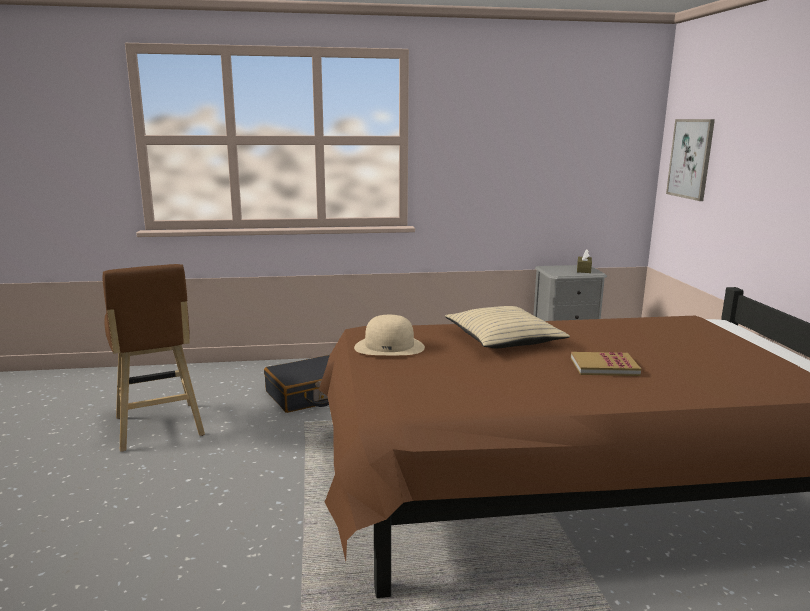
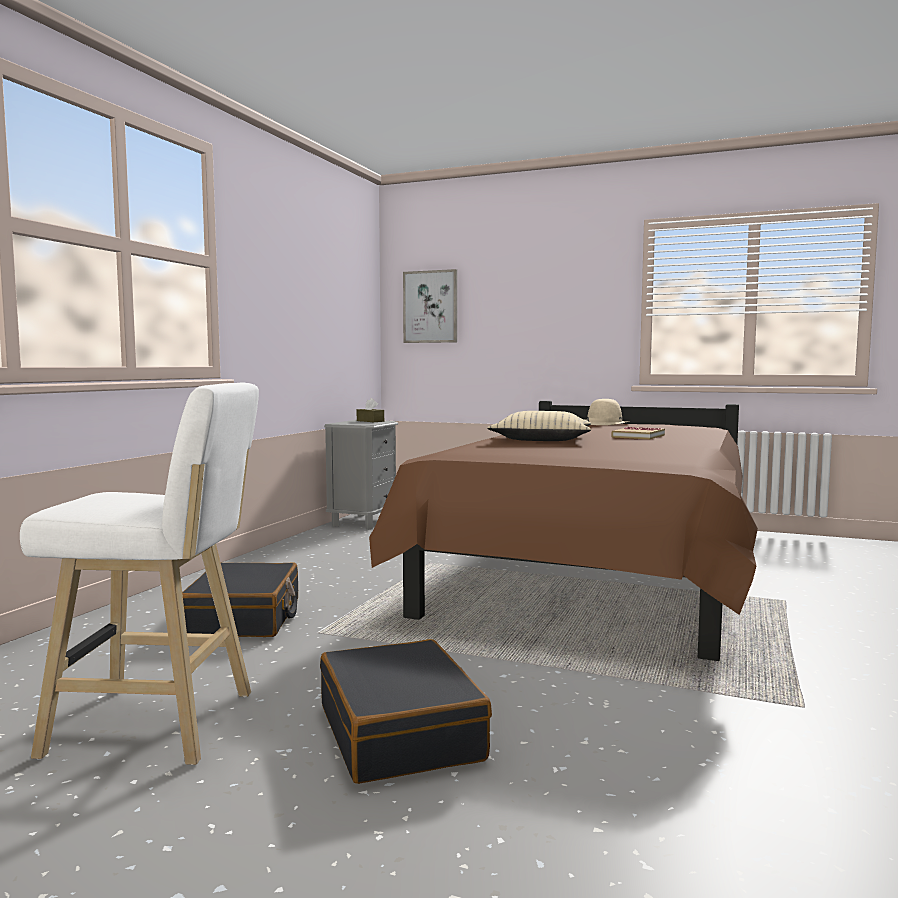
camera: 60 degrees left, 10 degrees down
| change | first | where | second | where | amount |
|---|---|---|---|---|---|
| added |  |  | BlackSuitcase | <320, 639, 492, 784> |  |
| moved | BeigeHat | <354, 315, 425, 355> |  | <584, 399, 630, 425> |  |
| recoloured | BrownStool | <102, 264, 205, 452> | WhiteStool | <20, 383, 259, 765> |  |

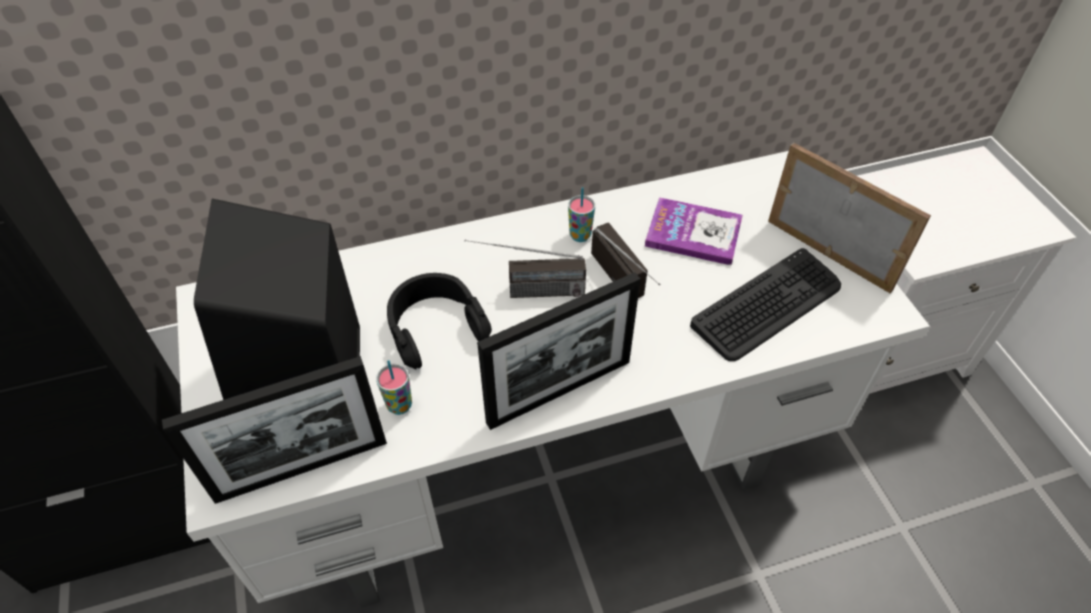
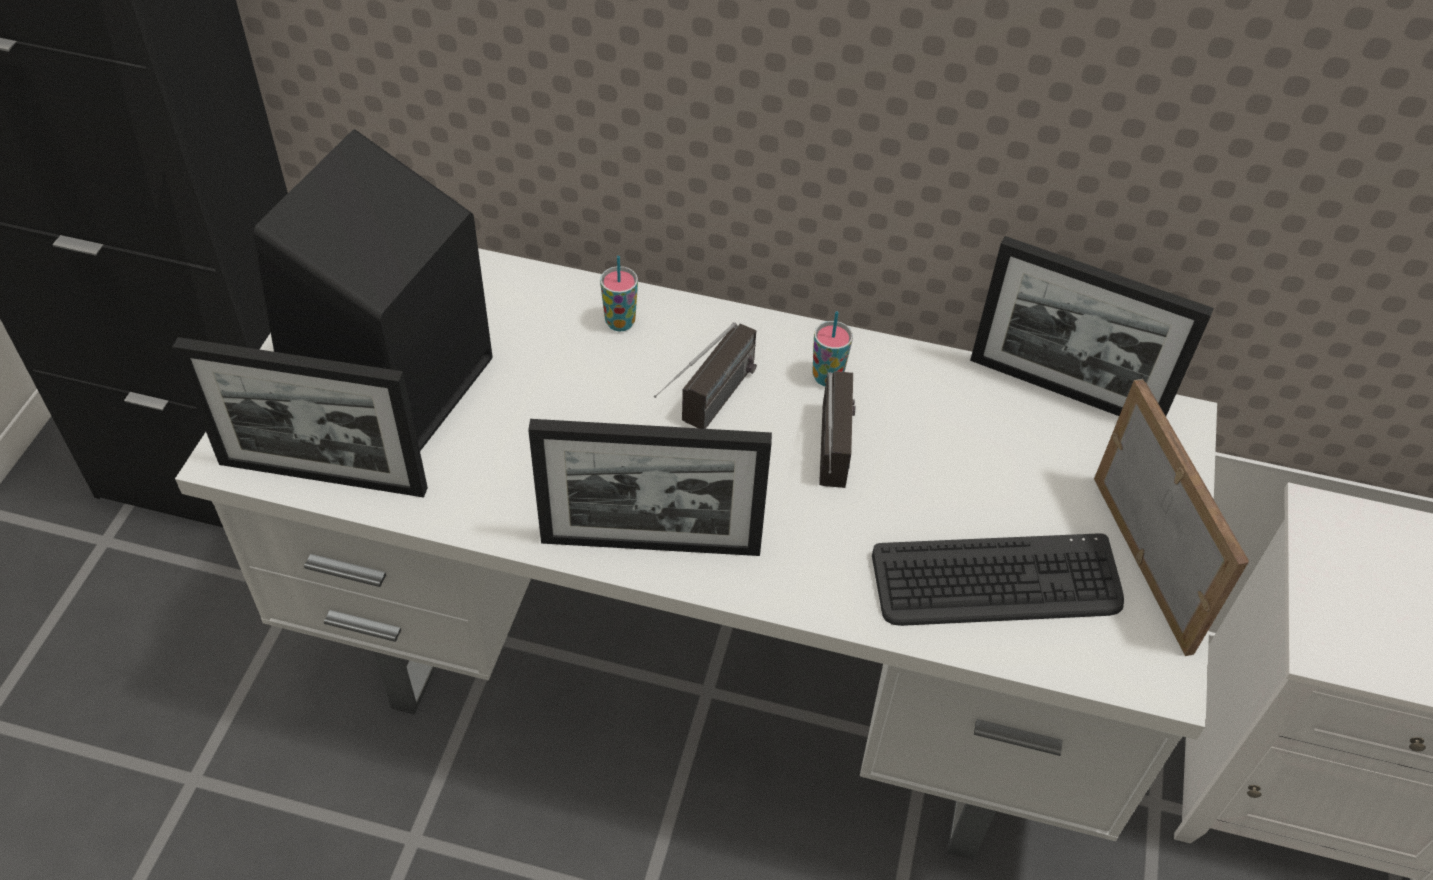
camera: 30 degrees right, 0 degrees up
| change | first | where | second | where | amount |
|---|---|---|---|---|---|
| removed | BlackHeadphones | <387, 273, 492, 369> |  |  |  |
| removed | Book | <645, 197, 743, 265> |  |  |  |
| added |  |  | PictureFrame | <970, 236, 1214, 416> |  |
| moved | Cup | <376, 360, 412, 415> |  | <600, 256, 638, 331> |  |
| turned | Radio | <465, 240, 586, 298> |  | <654, 322, 757, 429> | 90 degrees counterclockwise |

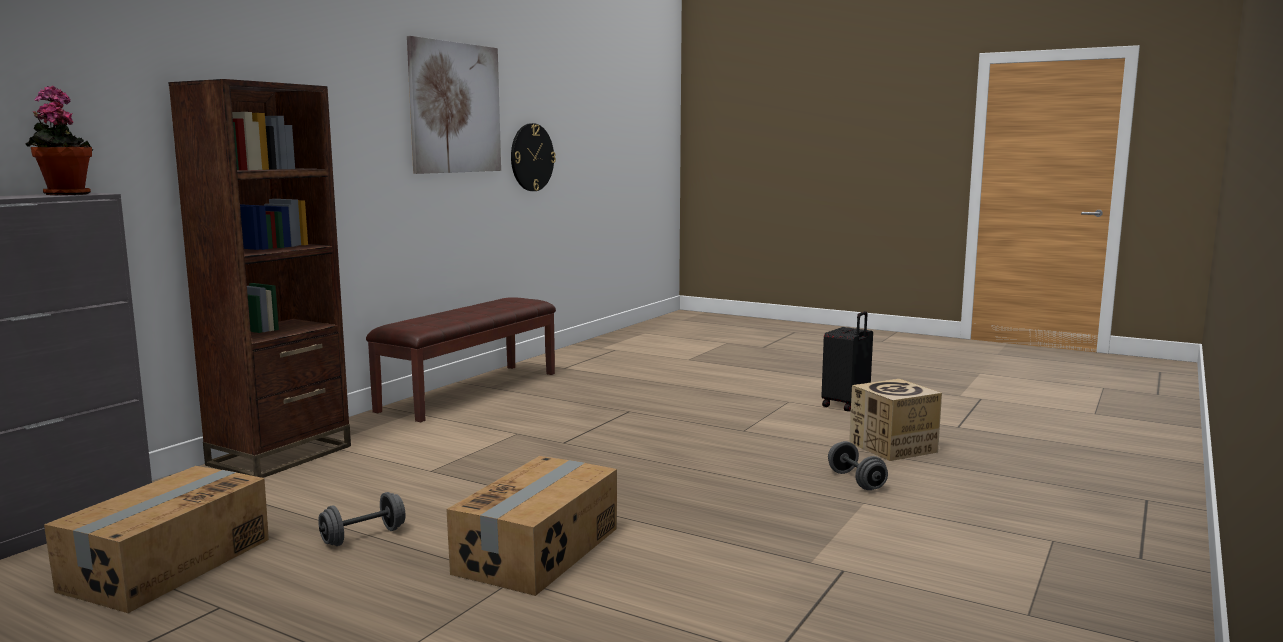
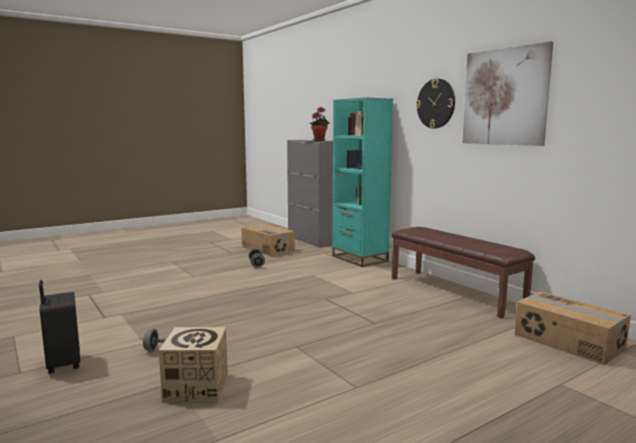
camera: 115 degrees right, 0 degrees up
| change | first | where | second | where | amount |
|---|---|---|---|---|---|
| moved | CardboardBox | <446, 456, 617, 596> |  | <515, 292, 631, 365> |  |
| moved | WallClock | <511, 123, 556, 191> |  | <416, 79, 455, 129> |  |
| moved | BlackSuitcase | <821, 311, 873, 411> |  | <39, 280, 80, 374> |  |
| recoloured | BrownBookcase | <168, 79, 351, 478> | TurquoiseBookcase | <332, 97, 393, 267> |  |

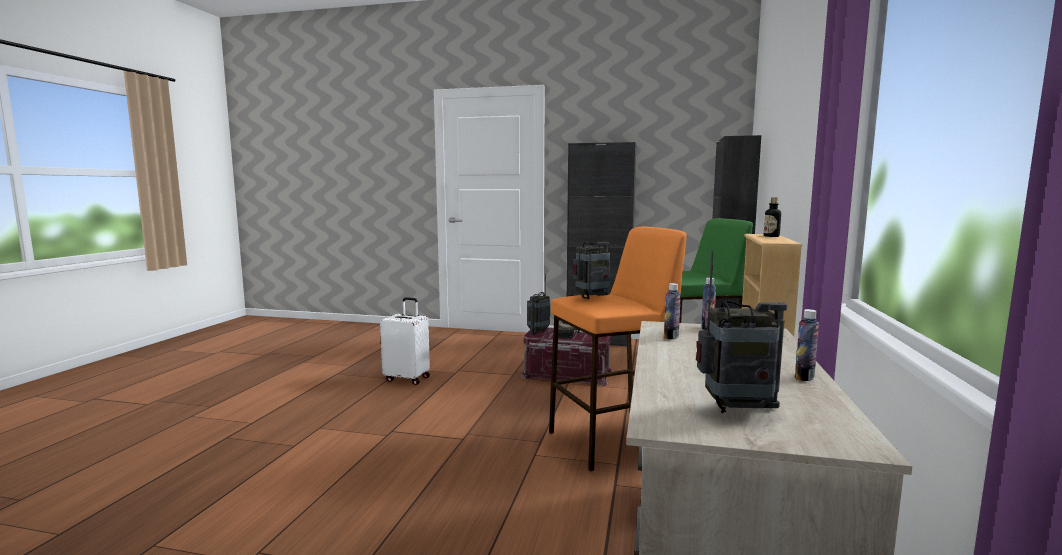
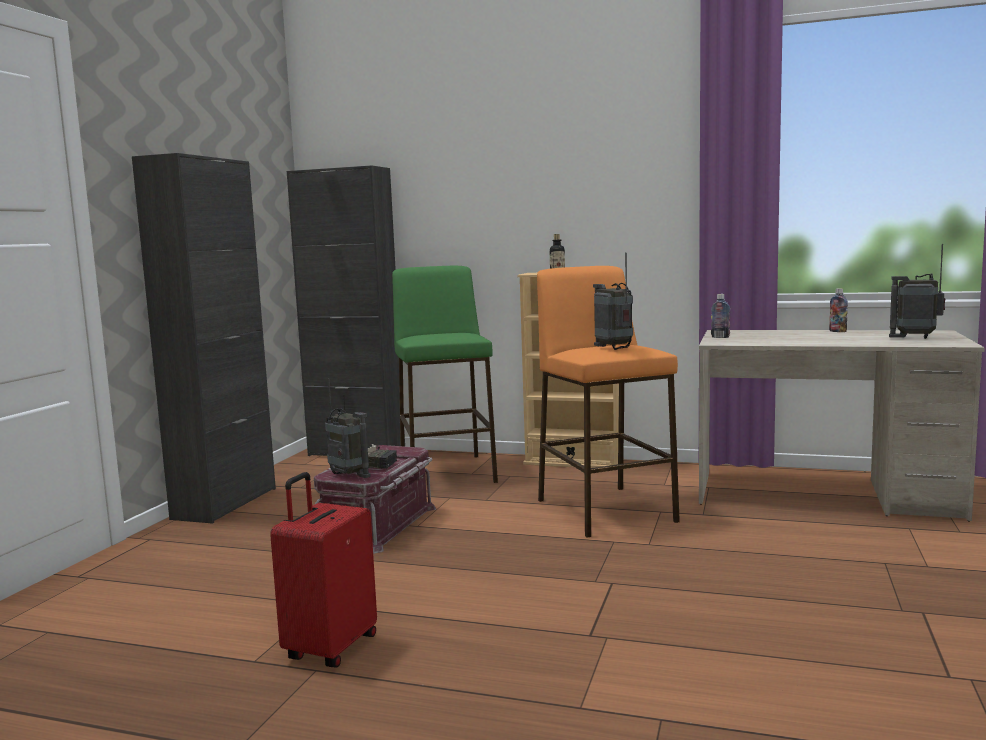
camera: 85 degrees left, 0 degrees up
| change | first | where | second | where | amount |
|---|---|---|---|---|---|
| removed | Bottle | <664, 283, 681, 340> |  |  |  |
| recoloured | WhiteSuitcase | <380, 297, 430, 385> | RedSuitcase | <270, 472, 377, 667> |  |
| turned | Radio | <696, 250, 787, 413> |  | <889, 244, 945, 339> | 75 degrees counterclockwise |

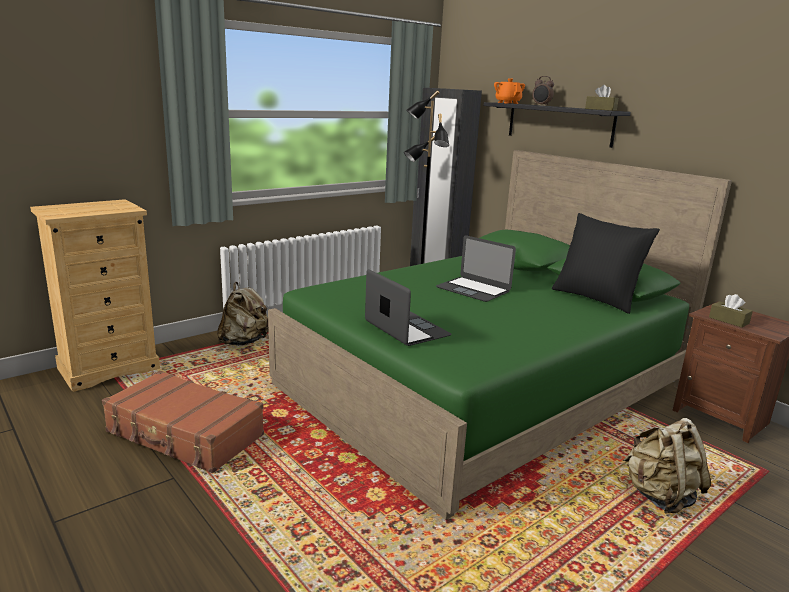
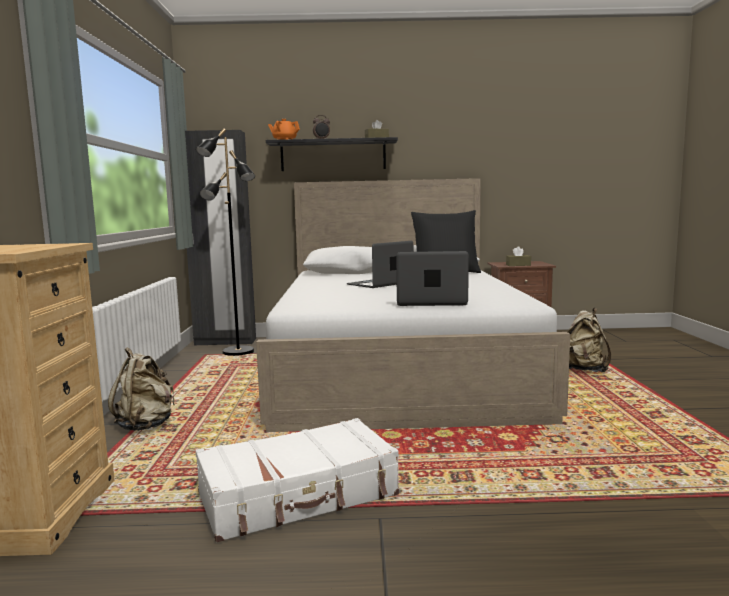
camera: 50 degrees left, 10 degrees down
| change | first | where | second | where | amount |
|---|---|---|---|---|---|
| recoloured | BrownSuitcase | <102, 371, 264, 473> | WhiteSuitcase | <195, 418, 399, 542> |  |
| recoloured | GreenBed | <268, 150, 732, 520> | WhiteBed | <256, 178, 570, 432> |  |
| turned | Laptop | <436, 235, 516, 302> |  | <347, 241, 413, 288> | 150 degrees clockwise |

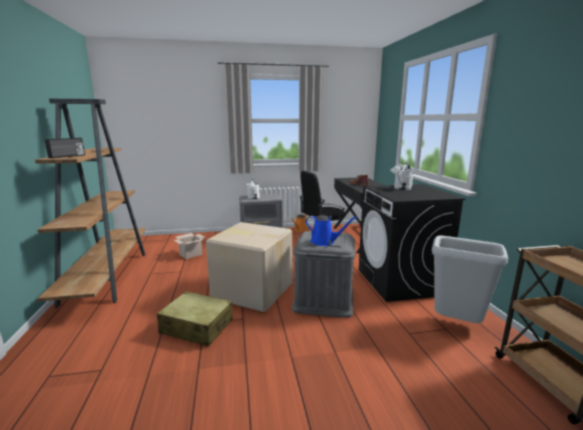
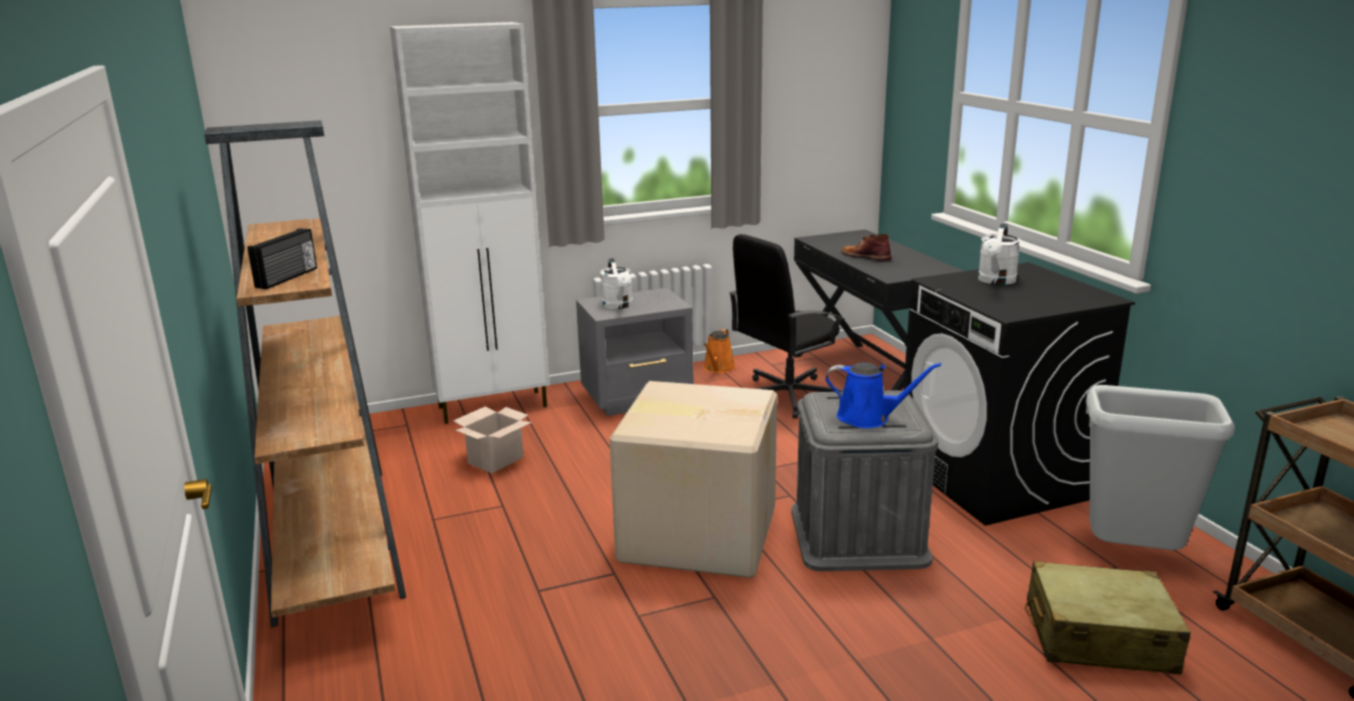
camera: 10 degrees left, 5 degrees up
| change | first | where | second | where | amount |
|---|---|---|---|---|---|
| added |  |  | WhiteCabinet | <390, 22, 550, 424> |  |
| moved | BeigeSuitcase | <157, 291, 233, 346> |  | <1025, 561, 1191, 674> |  |

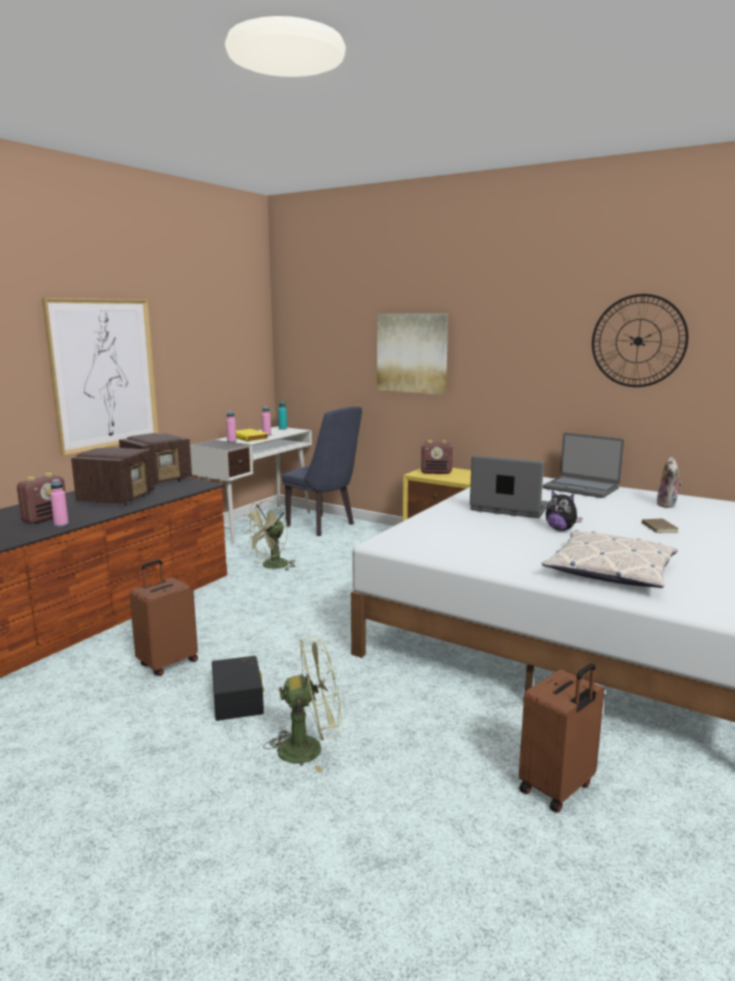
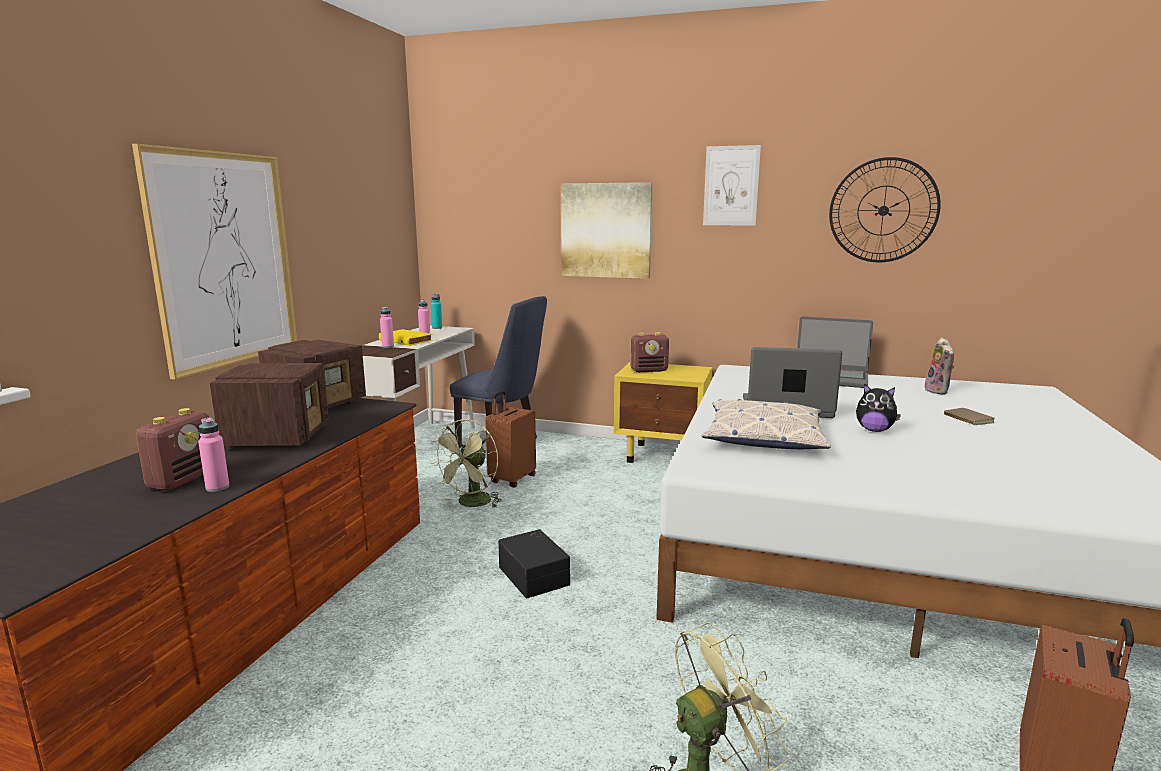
camera: 15 degrees left, 0 degrees up
| change | first | where | second | where | amount |
|---|---|---|---|---|---|
| added |  |  | Picture | <703, 145, 761, 226> |  |
| moved | BrownSuitcase | <129, 560, 198, 676> |  | <485, 390, 536, 487> |  |
| moved | BlackStorageBox | <212, 656, 265, 721> |  | <498, 529, 570, 598> |  |
| moved | Pillow | <541, 530, 678, 588> |  | <702, 399, 831, 449> |  |

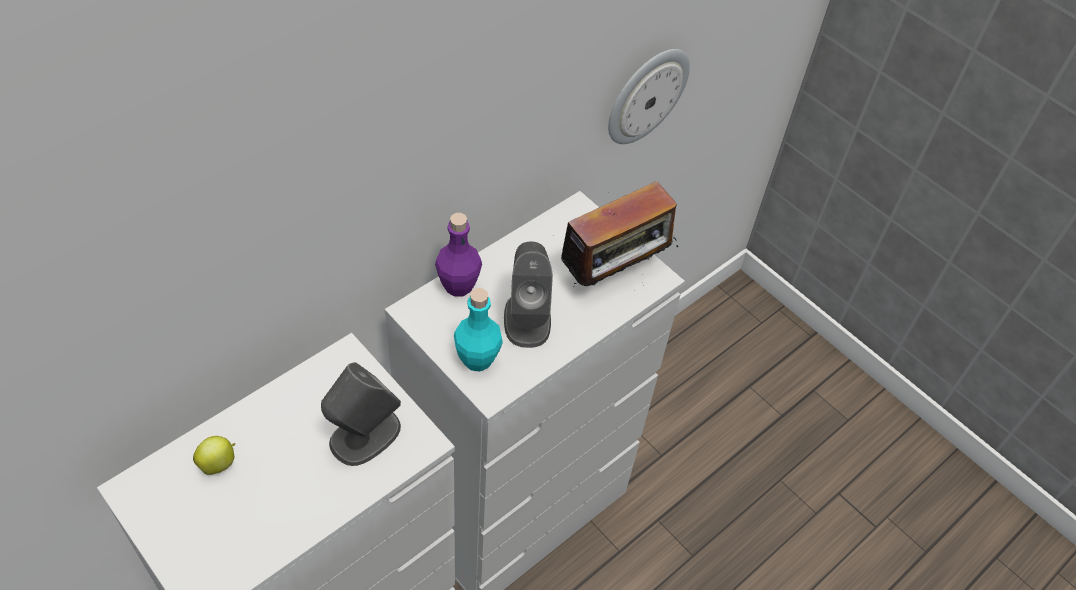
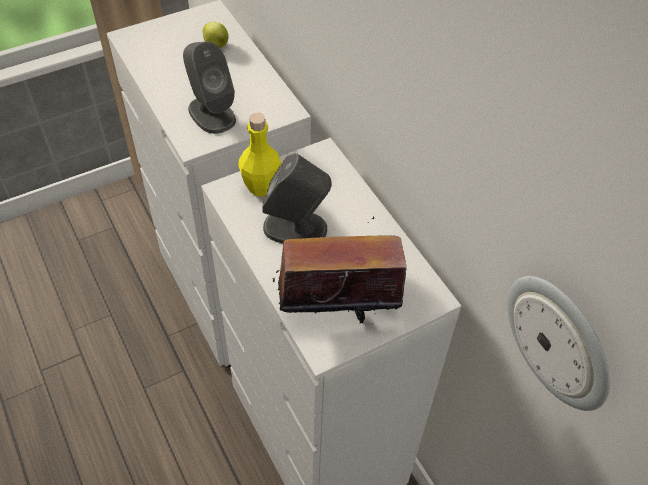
camera: 105 degrees right, 0 degrees up
| change | first | where | second | where | amount |
|---|---|---|---|---|---|
| removed | PurpleBottle | <435, 213, 482, 297> |  |  |  |
| recoloured | TurquoiseBottle | <454, 288, 503, 372> | YellowBottle | <238, 113, 281, 197> |  |
| turned | Radio | <553, 181, 678, 287> |  | <272, 216, 418, 323> | 105 degrees clockwise |

